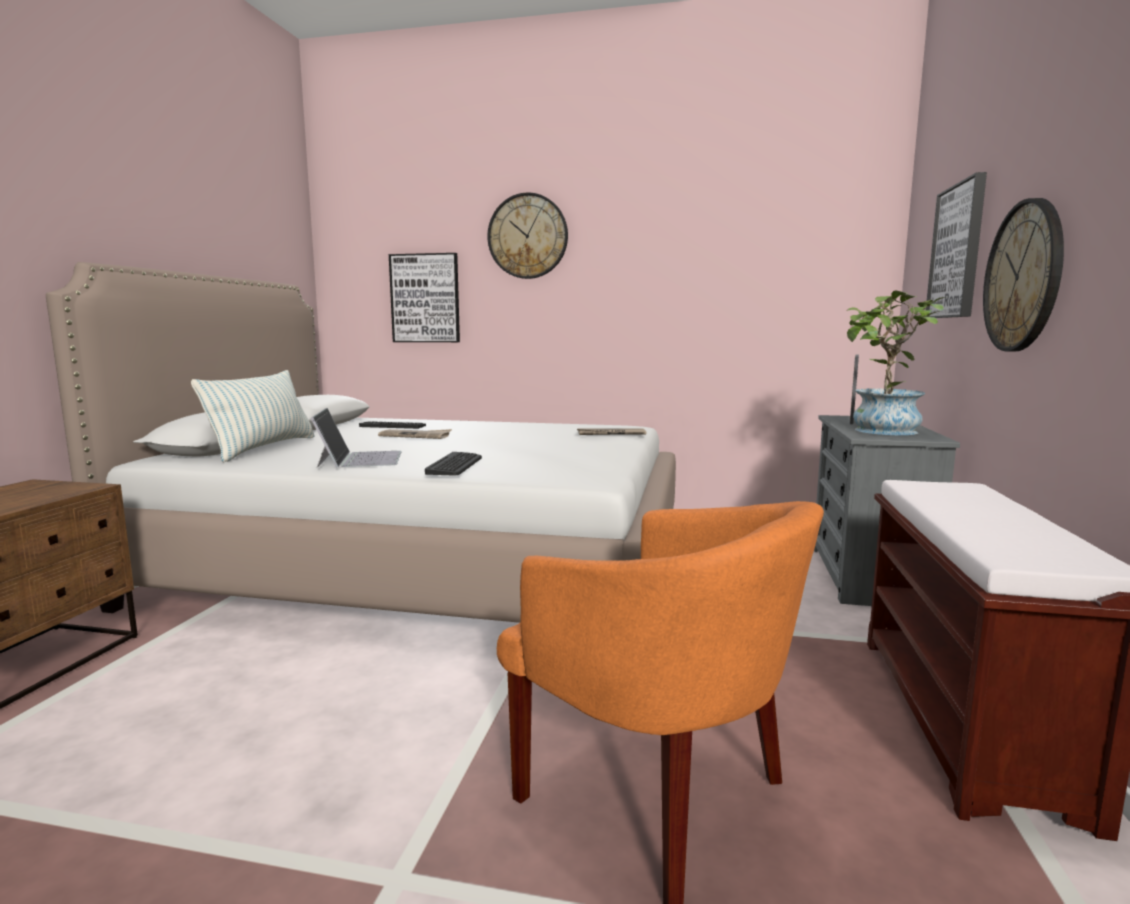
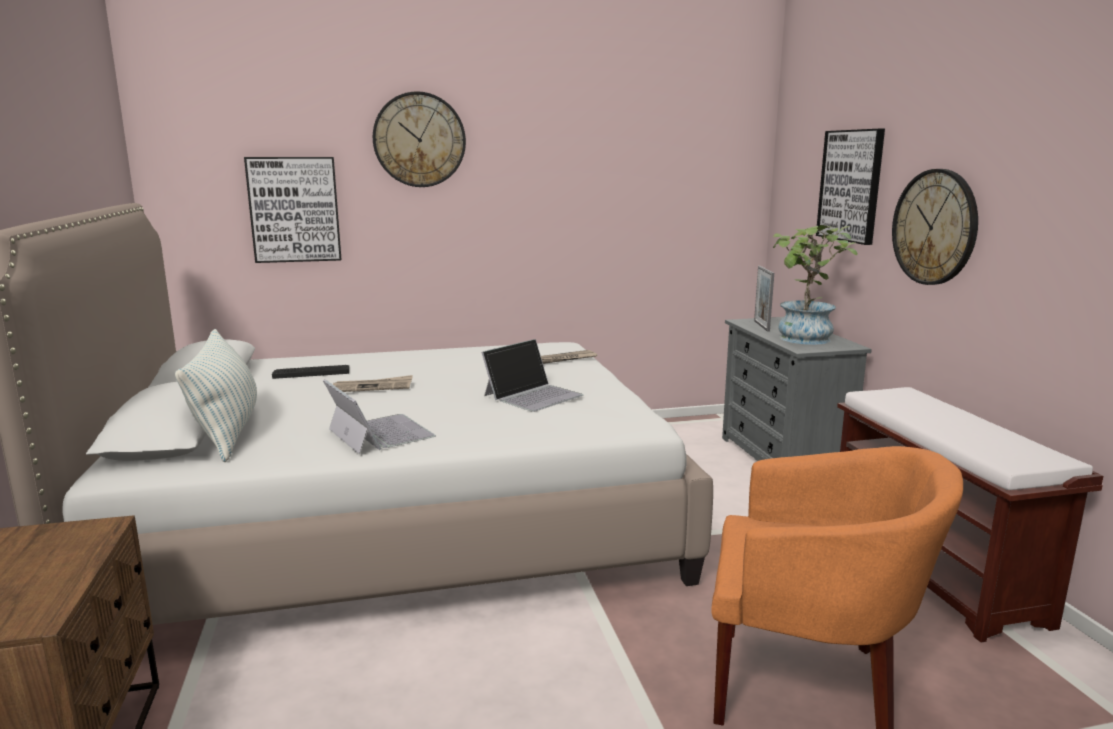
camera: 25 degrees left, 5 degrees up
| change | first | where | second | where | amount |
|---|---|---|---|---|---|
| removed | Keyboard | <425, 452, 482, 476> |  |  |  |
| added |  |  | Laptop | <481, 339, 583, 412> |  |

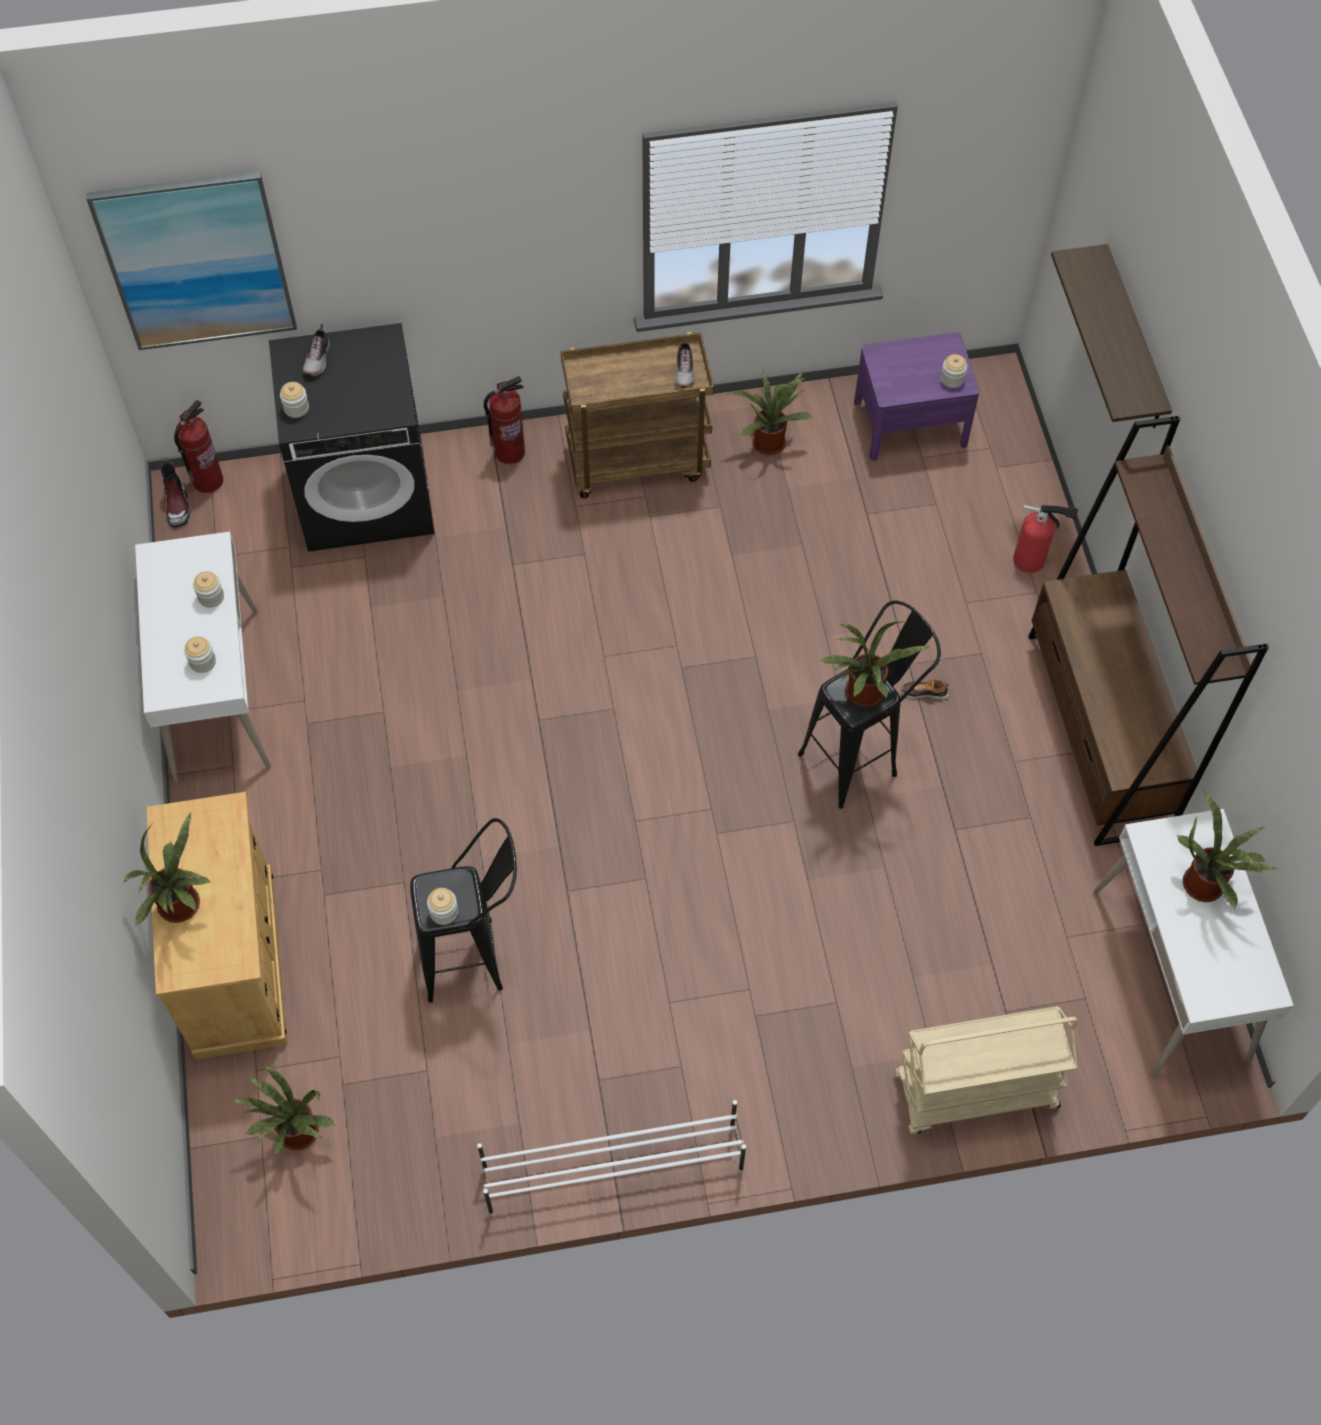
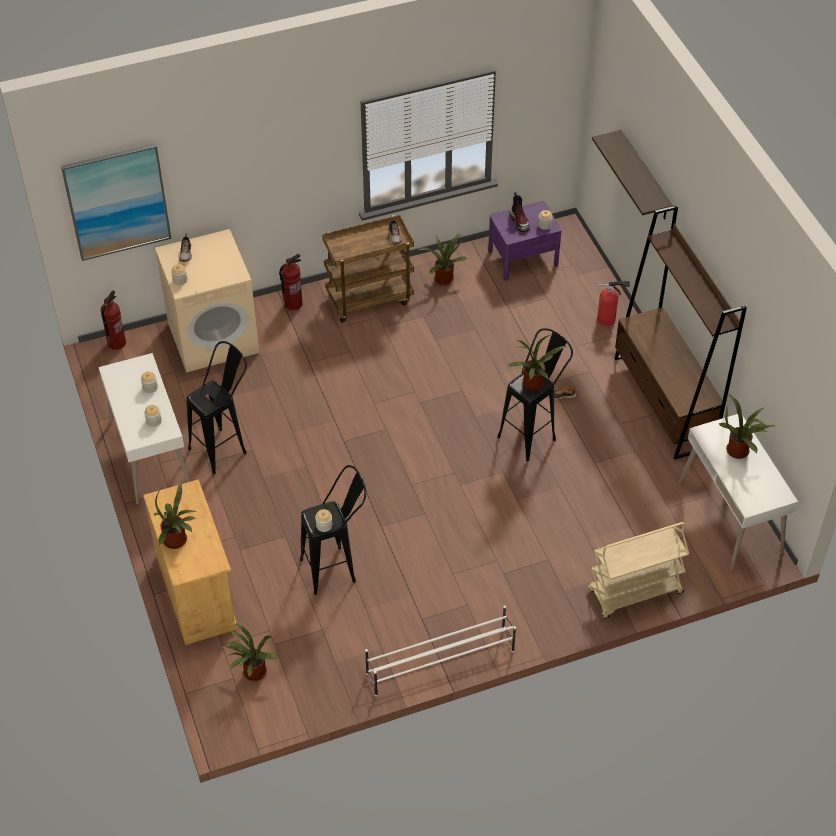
camera: 10 degrees left, 10 degrees down
| change | first | where | second | where | amount |
|---|---|---|---|---|---|
| added |  |  | BlackStool | <187, 341, 247, 474> |  |
| moved | Boot | <160, 457, 190, 527> |  | <509, 192, 530, 232> |  |
| recoloured | BlackWashingMachine | <269, 323, 435, 552> | BeigeWashingMachine | <155, 229, 259, 373> |  |

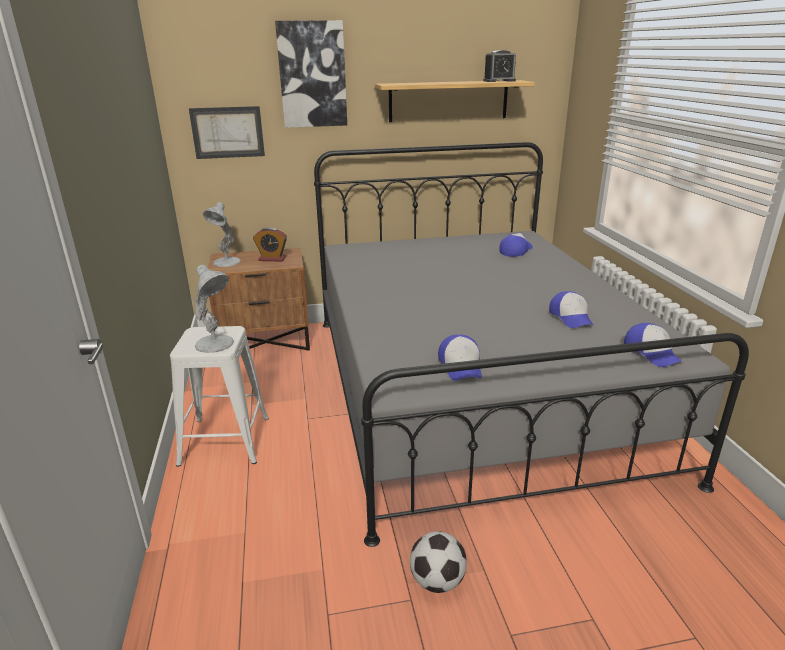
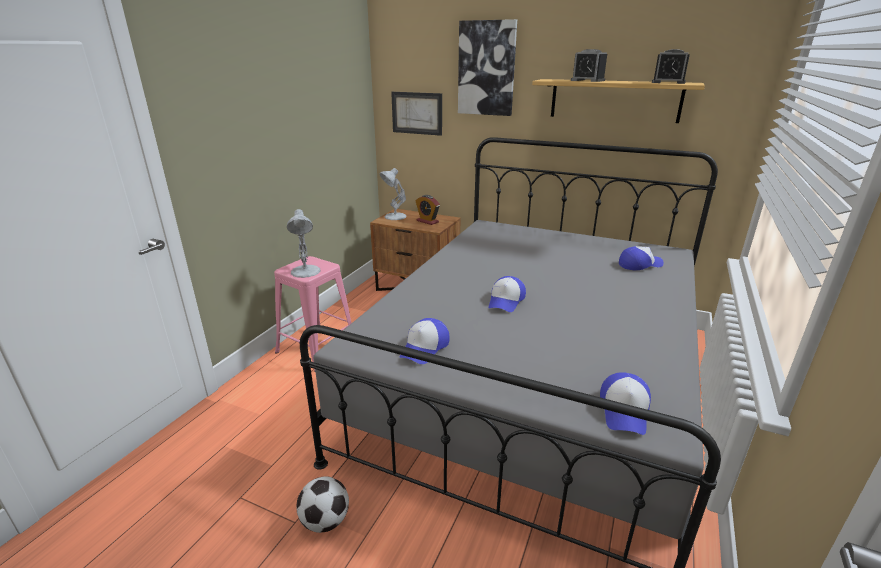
camera: 35 degrees right, 0 degrees up
| change | first | where | second | where | amount |
|---|---|---|---|---|---|
| added |  |  | AlarmClock | <571, 49, 607, 82> |  |
| moved | Cap | <549, 291, 594, 328> |  | <488, 276, 526, 312> |  |
| recoloured | WhiteStool | <170, 326, 269, 467> | PinkStool | <274, 256, 352, 372> |  |

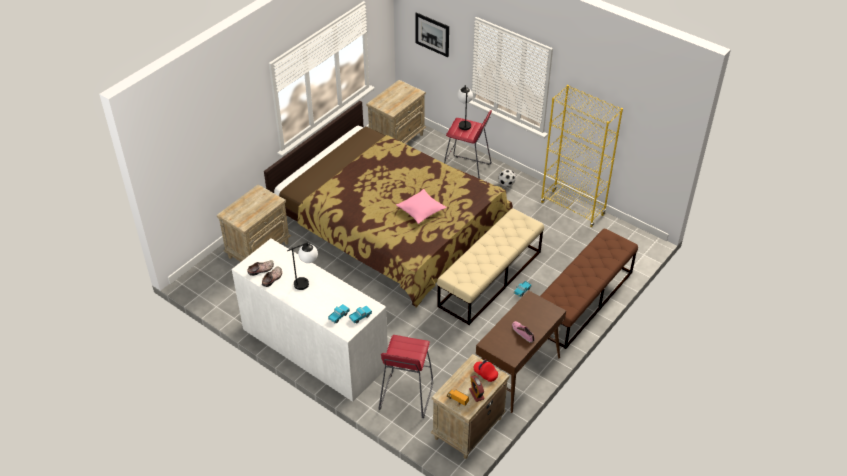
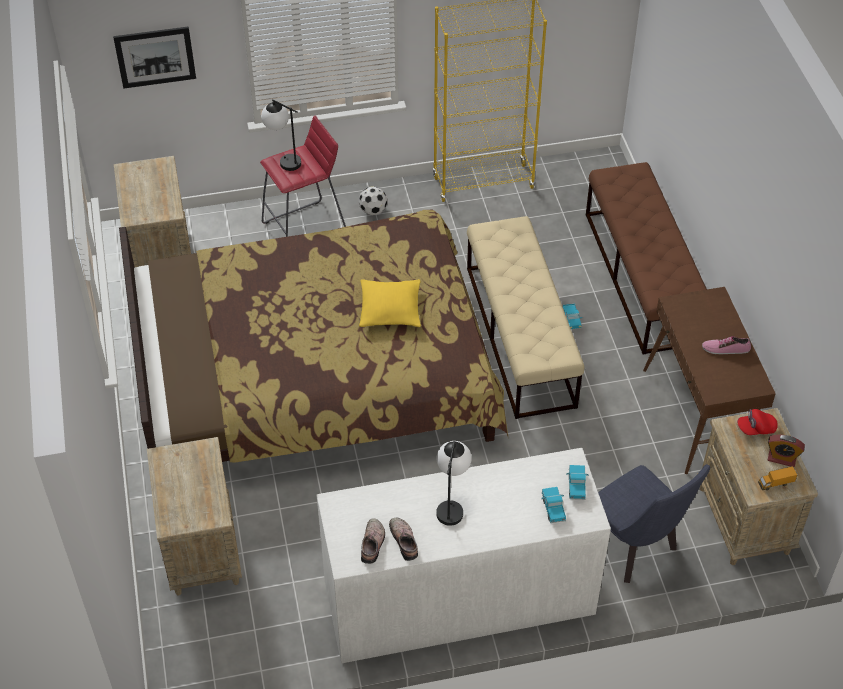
camera: 50 degrees left, 5 degrees up
| change | first | where | second | where | amount |
|---|---|---|---|---|---|
| replaced | RedStool | <379, 335, 433, 418> | BlueChair | <598, 464, 710, 583> |  |
| recoloured | PinkPillow | <396, 189, 447, 224> | YellowPillow | <359, 279, 421, 327> |  |

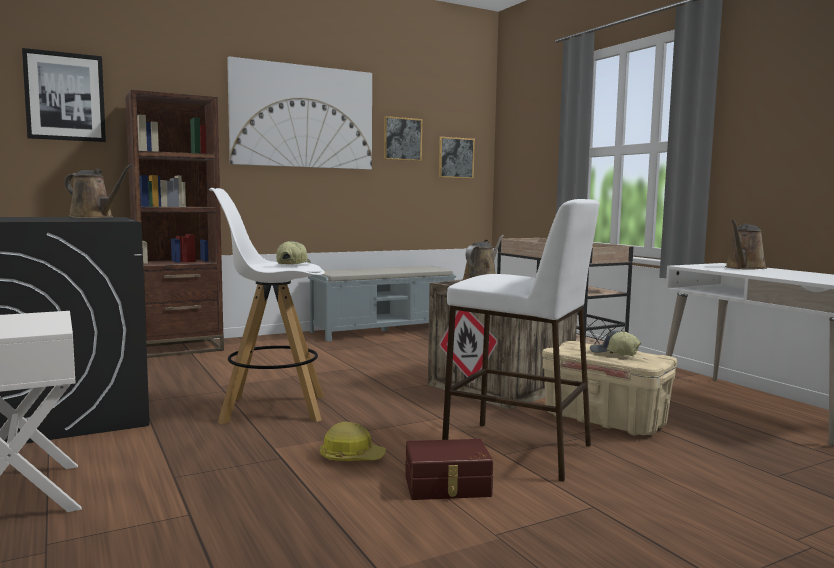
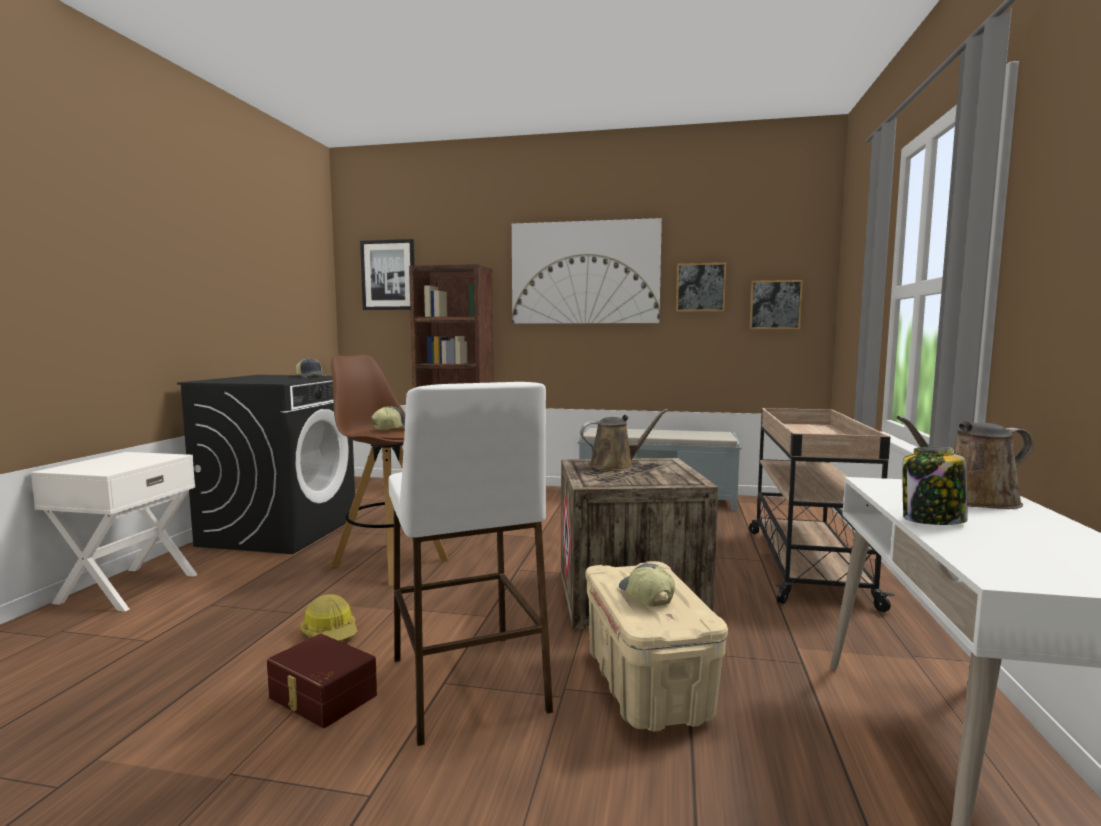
camera: 40 degrees right, 0 degrees up
| change | first | where | second | where | amount |
|---|---|---|---|---|---|
| added |  |  | Jar | <902, 447, 968, 525> |  |
| replaced | BrownWateringCan | <65, 164, 133, 218> | Cap | <296, 358, 326, 378> |  |
| recoloured | WhiteStool | <209, 188, 325, 424> | BrownStool | <331, 355, 449, 586> |  |

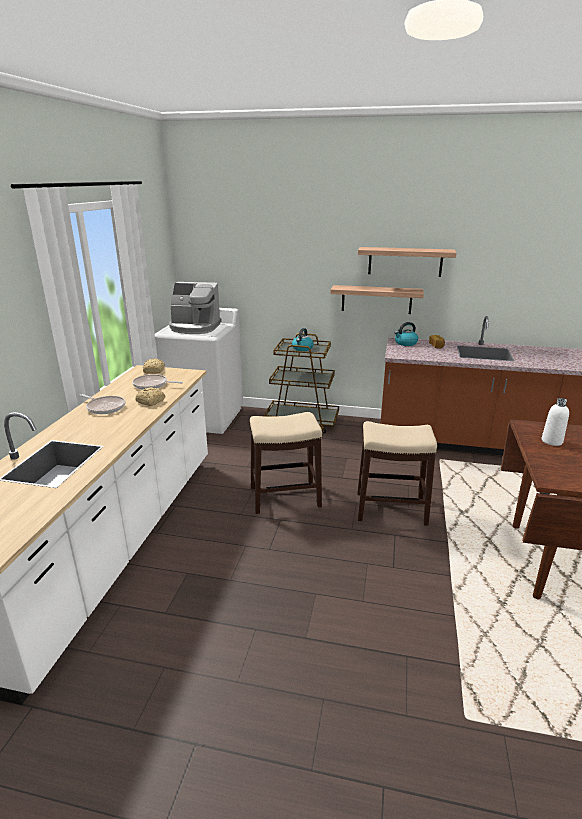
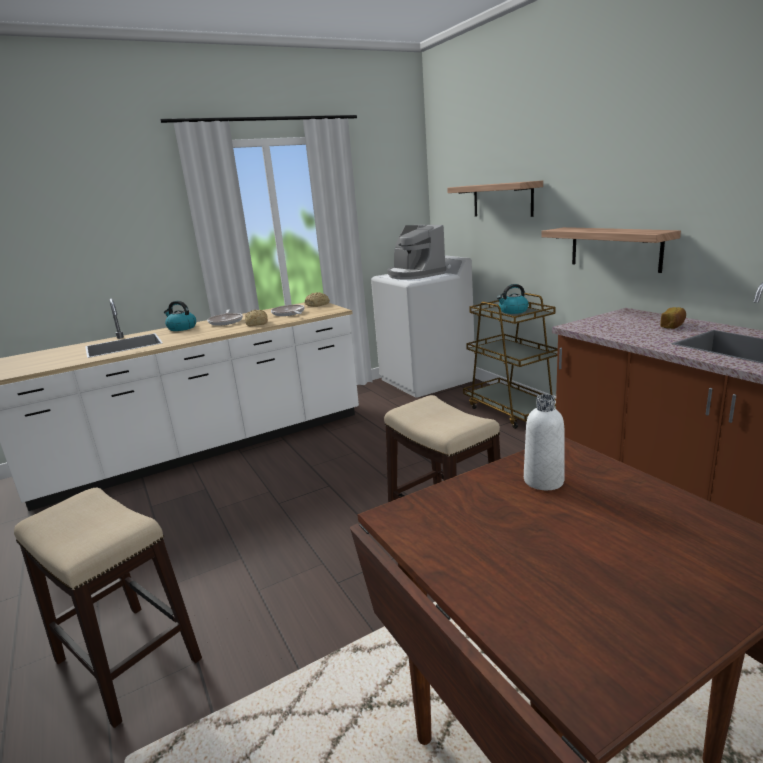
camera: 50 degrees right, 5 degrees down
| change | first | where | second | where | amount |
|---|---|---|---|---|---|
| moved | Stool | <250, 412, 322, 514> |  | <14, 488, 202, 728> |  |
| moved | Shelf | <358, 247, 457, 277> |  | <447, 181, 543, 217> |  |
| moved | Kettle | <394, 322, 418, 346> |  | <164, 301, 196, 331> |  |

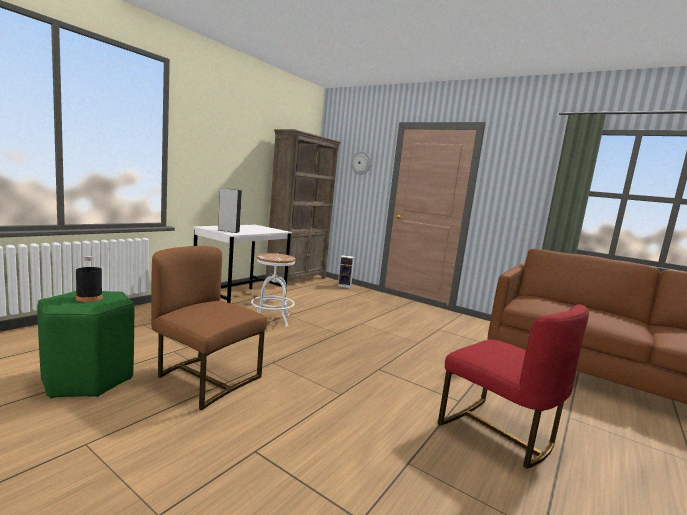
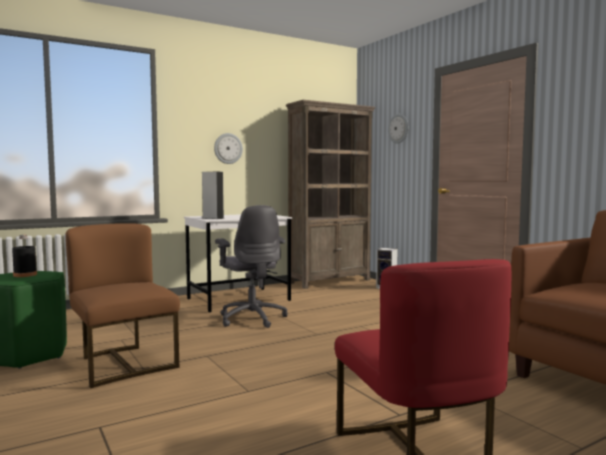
camera: 25 degrees right, 5 degrees down
| change | first | where | second | where | amount |
|---|---|---|---|---|---|
| added |  |  | WallClock | <214, 133, 243, 164> |  |
| replaced | WhiteStool | <251, 253, 296, 327> | GreyOfficeChair | <215, 205, 287, 328> |  |

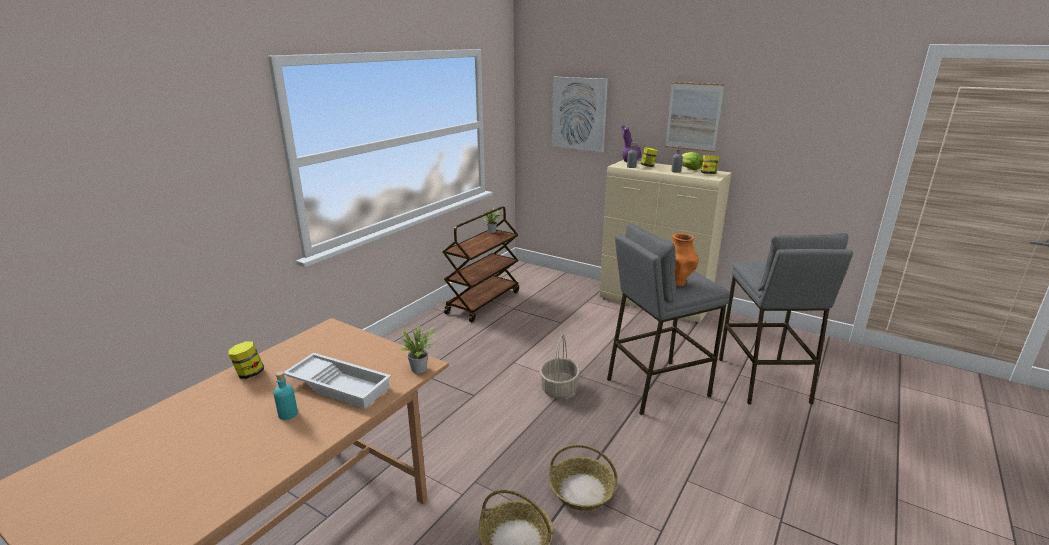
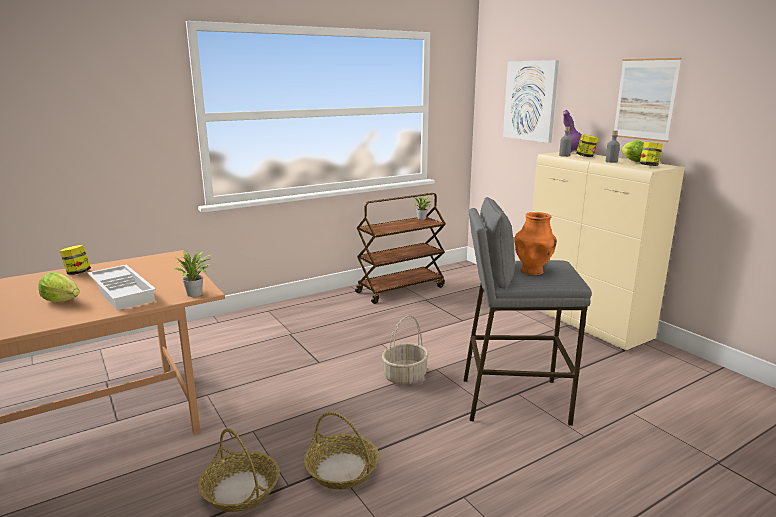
camera: 25 degrees right, 5 degrees down
| change | first | where | second | where | amount |
|---|---|---|---|---|---|
| removed | GreyStool | <719, 233, 853, 405> |  |  |  |
| replaced | TurquoiseBottle | <274, 371, 298, 420> | Lettuce | <38, 272, 80, 303> |  |

